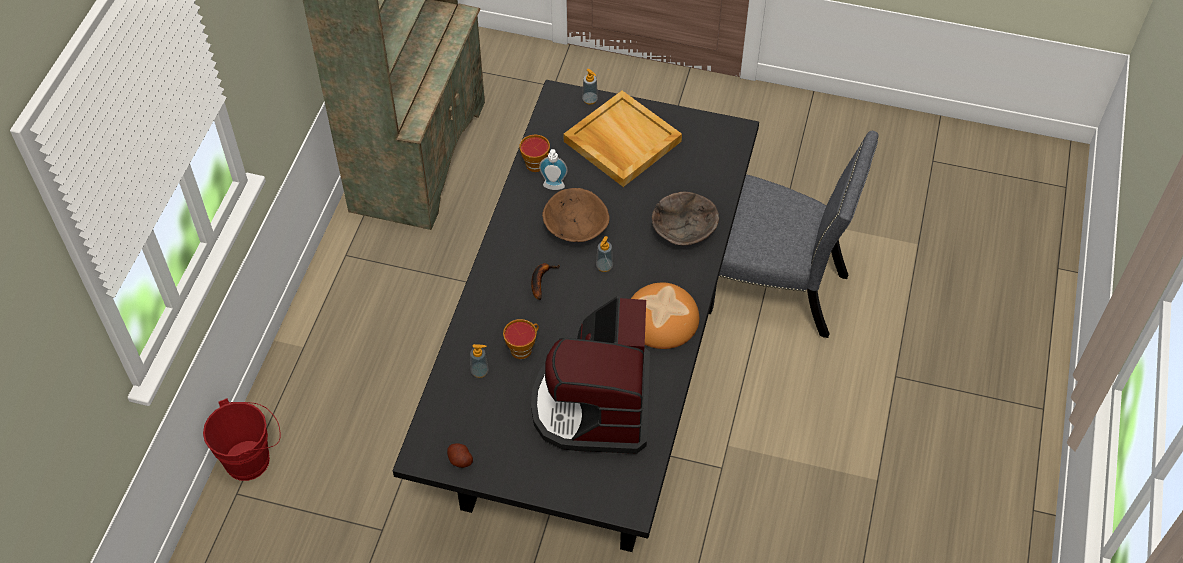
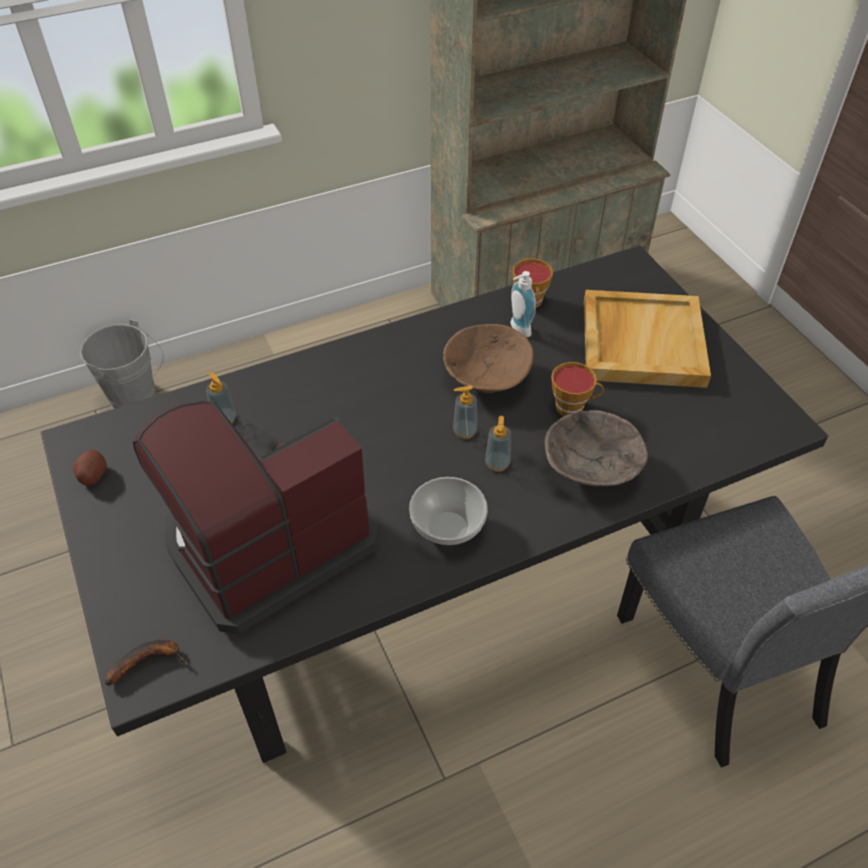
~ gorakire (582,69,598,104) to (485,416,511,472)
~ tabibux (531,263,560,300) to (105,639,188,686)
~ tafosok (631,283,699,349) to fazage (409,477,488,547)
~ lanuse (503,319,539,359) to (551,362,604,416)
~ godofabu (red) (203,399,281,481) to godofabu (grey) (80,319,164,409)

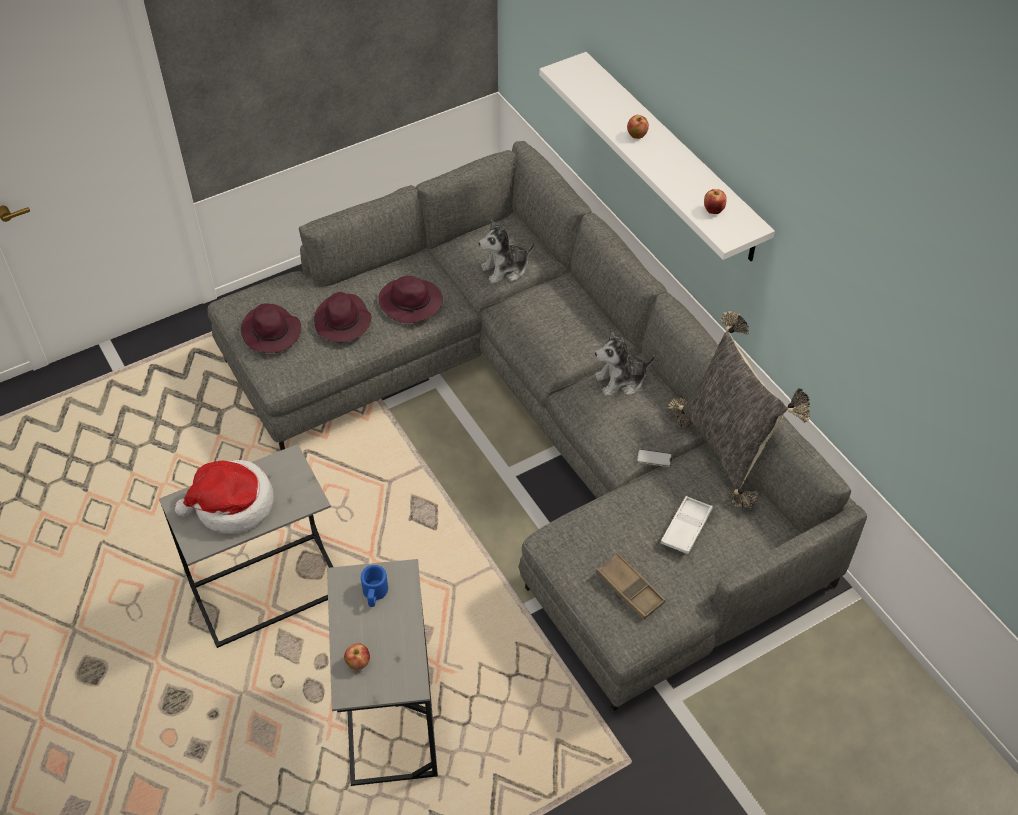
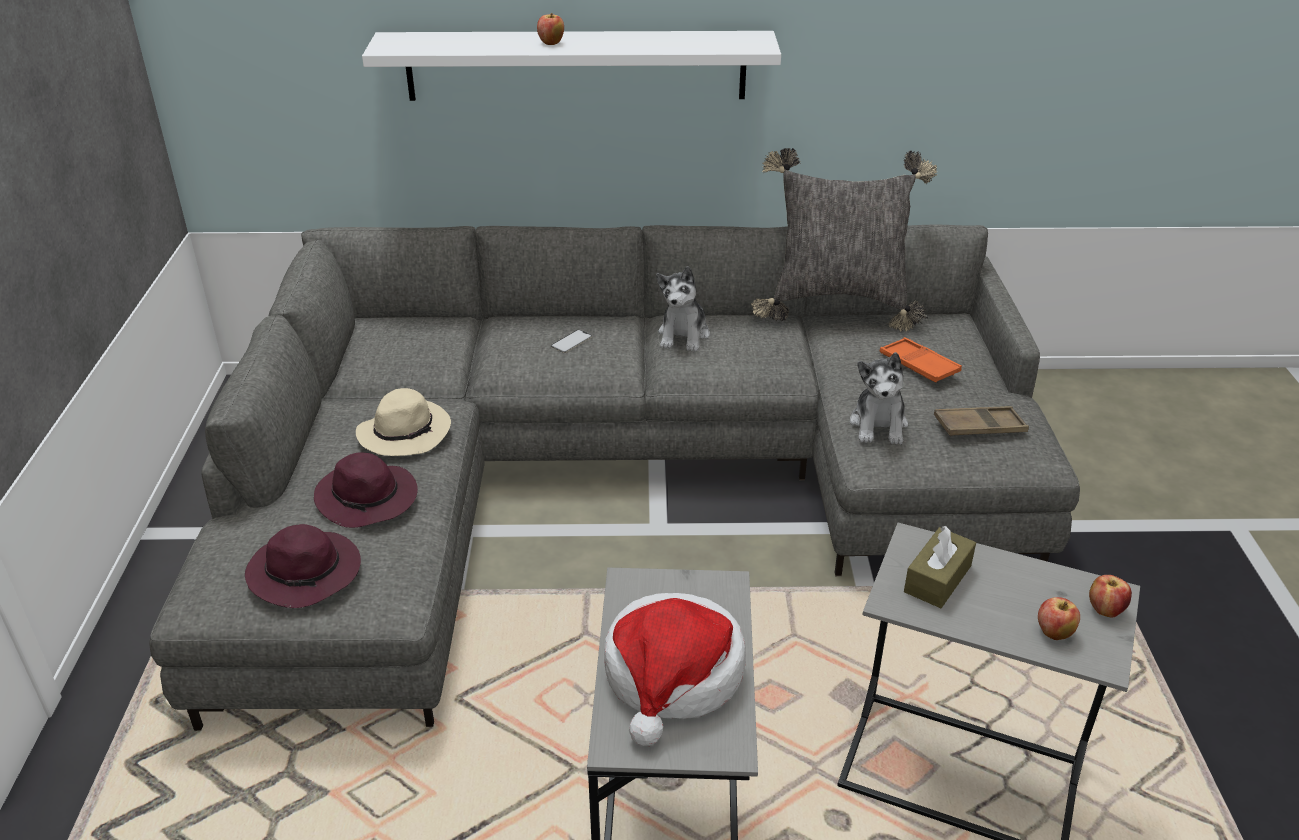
~ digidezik (704,189,727,214) to (1089,575,1132,618)
~ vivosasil (479,220,535,284) to (850,352,908,445)
~ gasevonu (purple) (378,276,442,323) to gasevonu (beige) (356,388,451,456)
~ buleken (636,449,672,467) to (551,329,593,353)
~ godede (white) (661,496,713,554) to godede (orange) (880,337,962,382)
~ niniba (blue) (361,565,388,607) to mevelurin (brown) (904,526,976,608)

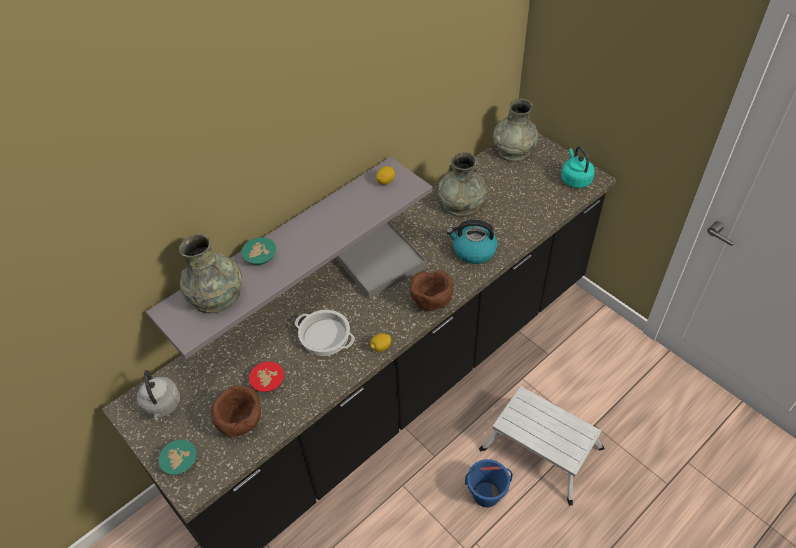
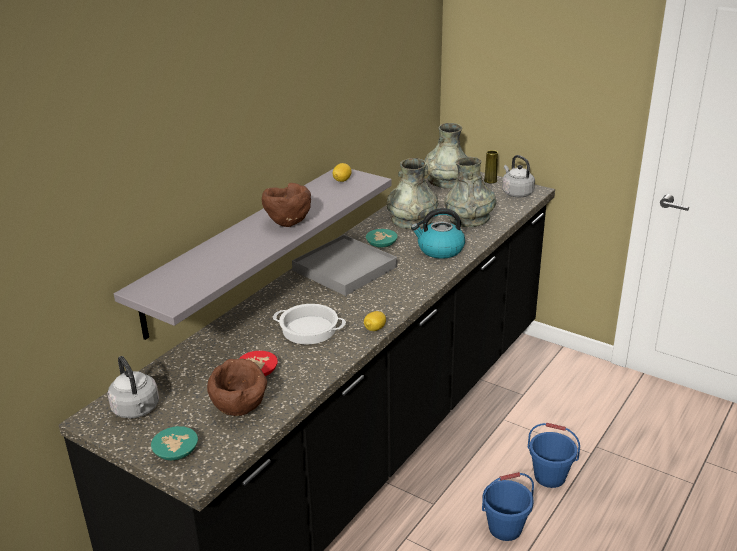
~ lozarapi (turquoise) (561,146,595,188) to lozarapi (grey) (502,155,535,197)
~ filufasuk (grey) (179,234,242,313) to (444,157,496,227)
~ fazage (turquoise) (241,237,276,265) to (366,229,398,248)
~ fazage (brown) (410,270,454,311) to (262,183,311,227)
~ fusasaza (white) (479,386,605,506) to godofabu (blue) (528,423,580,488)
+ filufasuk (yellow) (484,150,498,183)

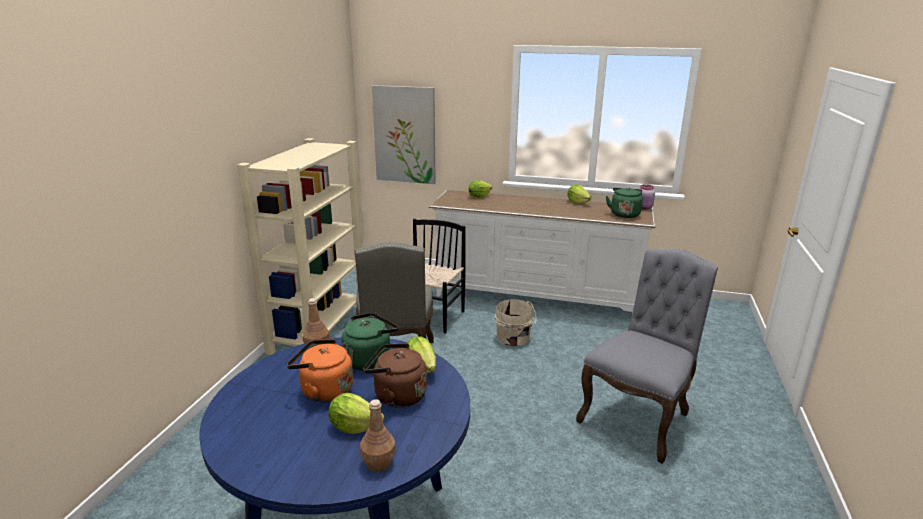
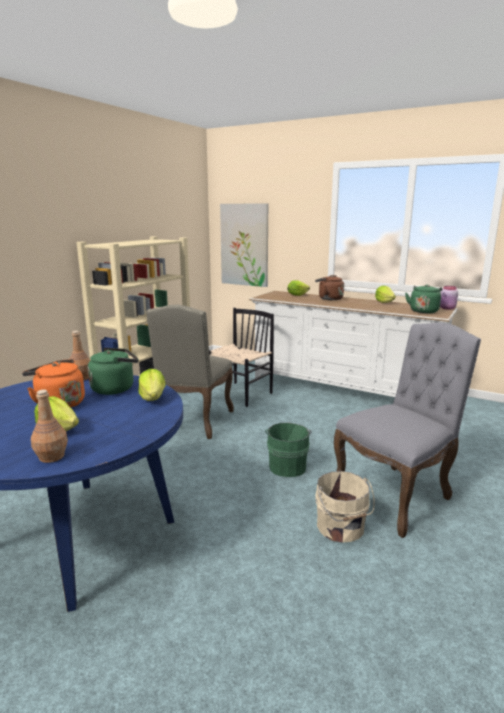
~ godofabu (beige) (495,299,536,346) to (315,471,375,543)
~ lozarapi (brown) (363,343,427,408) to (315,275,344,300)
+ godofabu (green) (265,423,312,477)

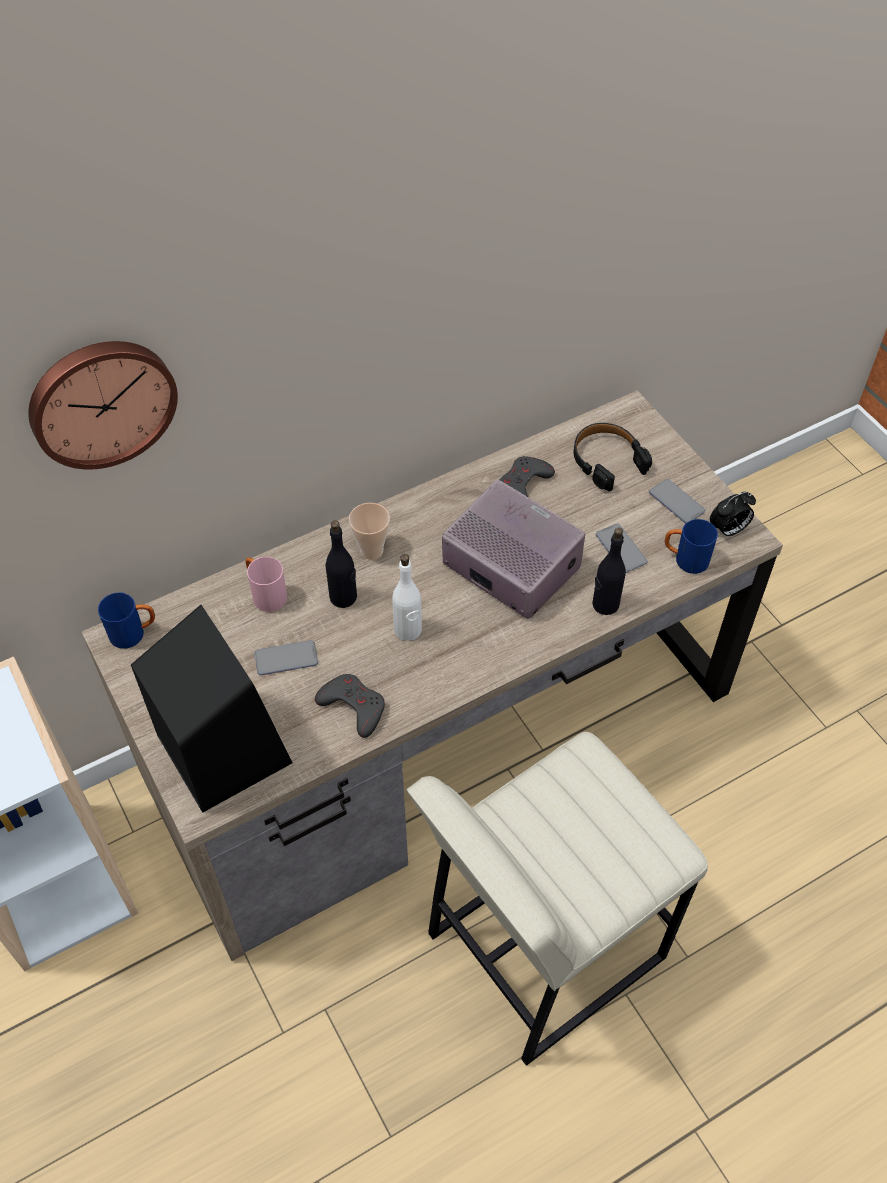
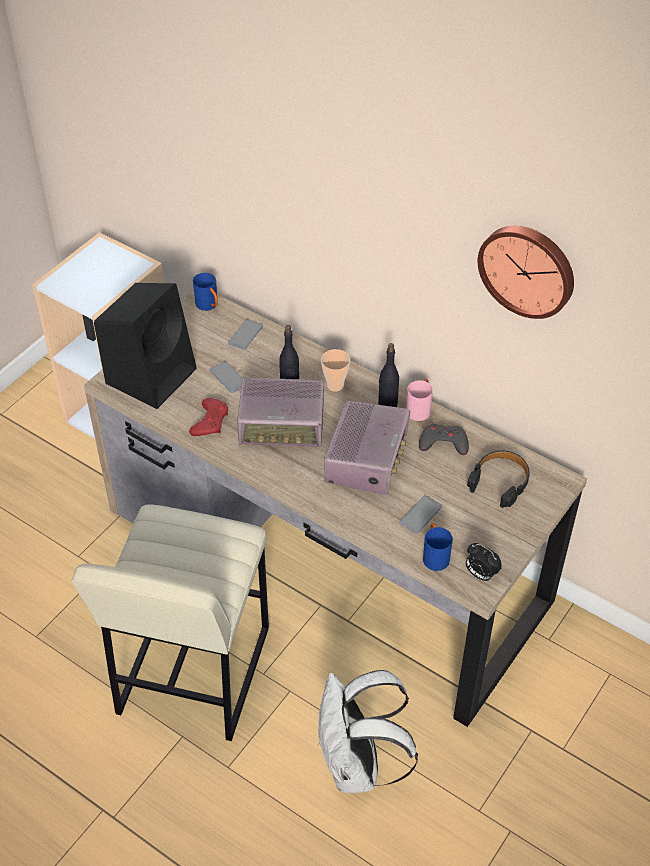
~ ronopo (28,341,178,470) to (478,226,574,319)
~ buleken (649,479,705,523) to (228,319,263,350)
~ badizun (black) (592,528,626,615) to (378,343,399,407)
~ badizun (white) (392,554,422,641) to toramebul (237,378,324,448)
~ niniba (pink) (246,557,287,612) to (406,379,433,421)
~ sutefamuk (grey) (315,674,385,738) to sutefamuk (red) (189,398,228,436)
~ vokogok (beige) (406,732,708,1066) = (71,504,269,741) 105 degrees counterclockwise
+ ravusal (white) (318,670,418,793)

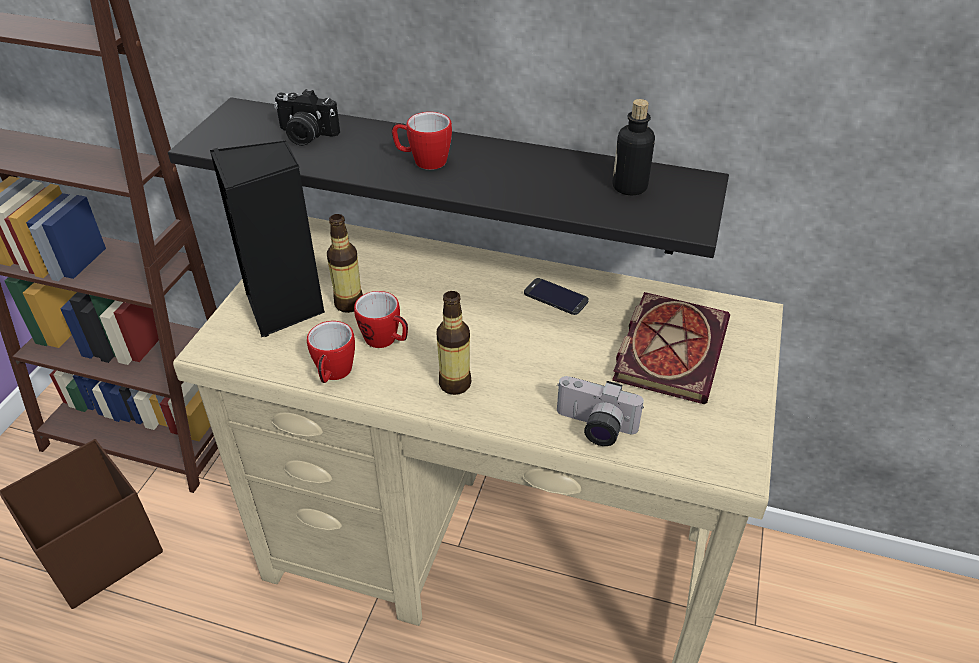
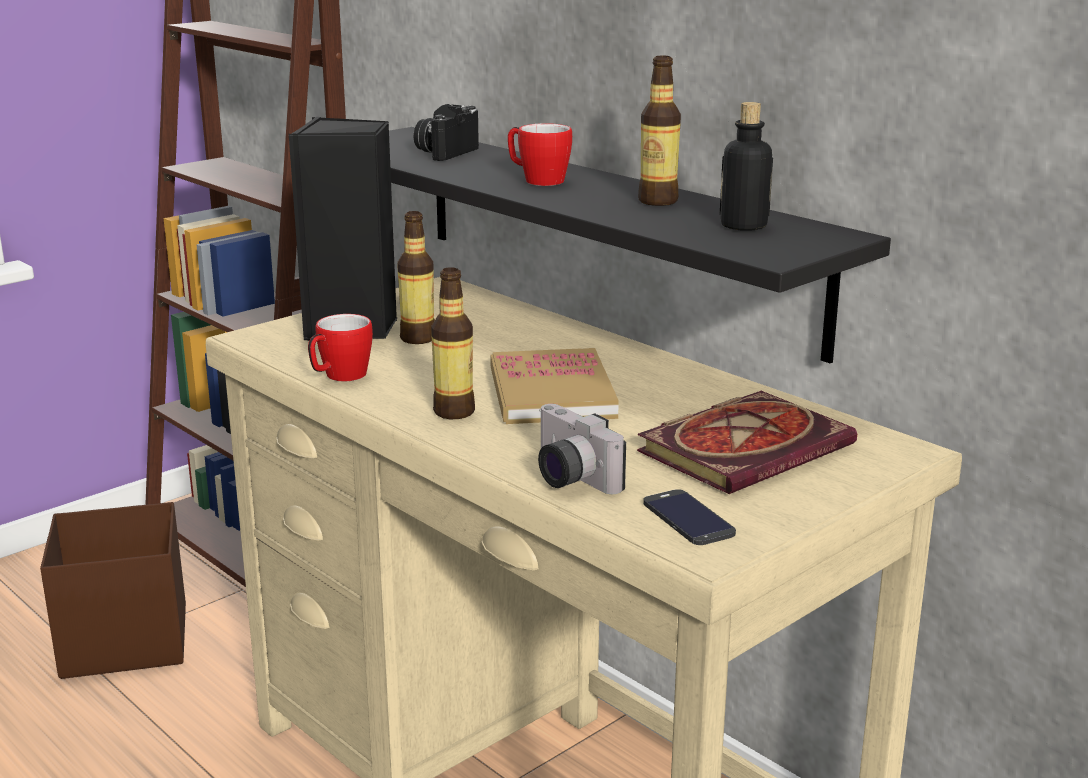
~ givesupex (274,89,340,146) = (414,104,479,161) 75 degrees clockwise
~ buleken (524,278,589,315) to (643,489,736,545)
- niniba (354,291,408,348)
+ badizun (638,56,681,206)
+ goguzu (490,348,619,424)

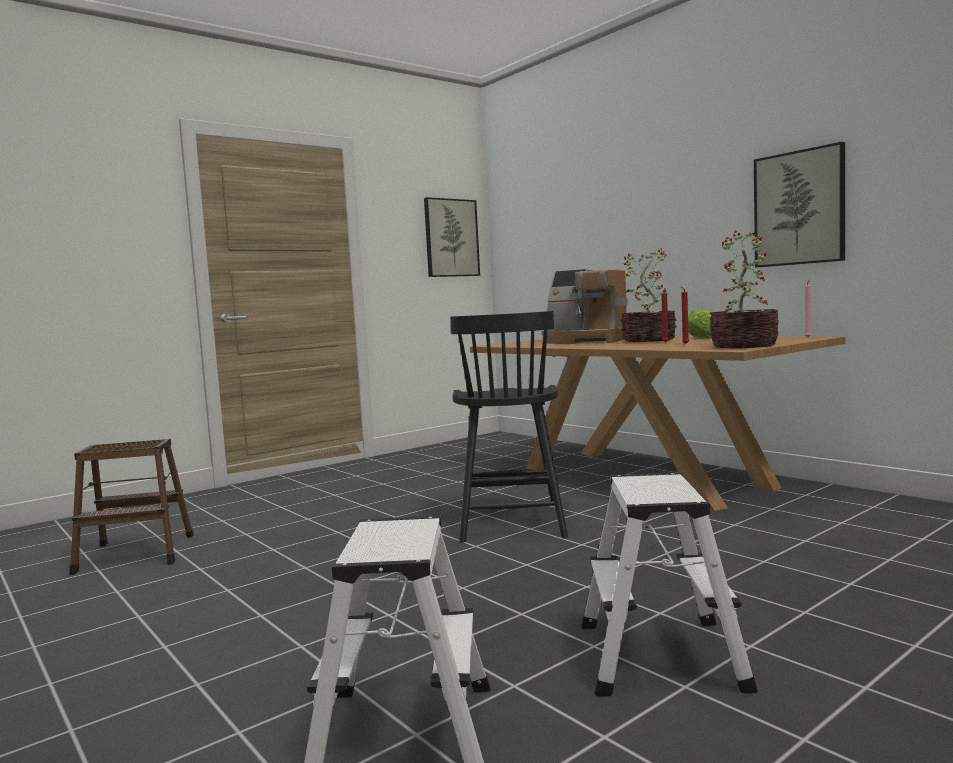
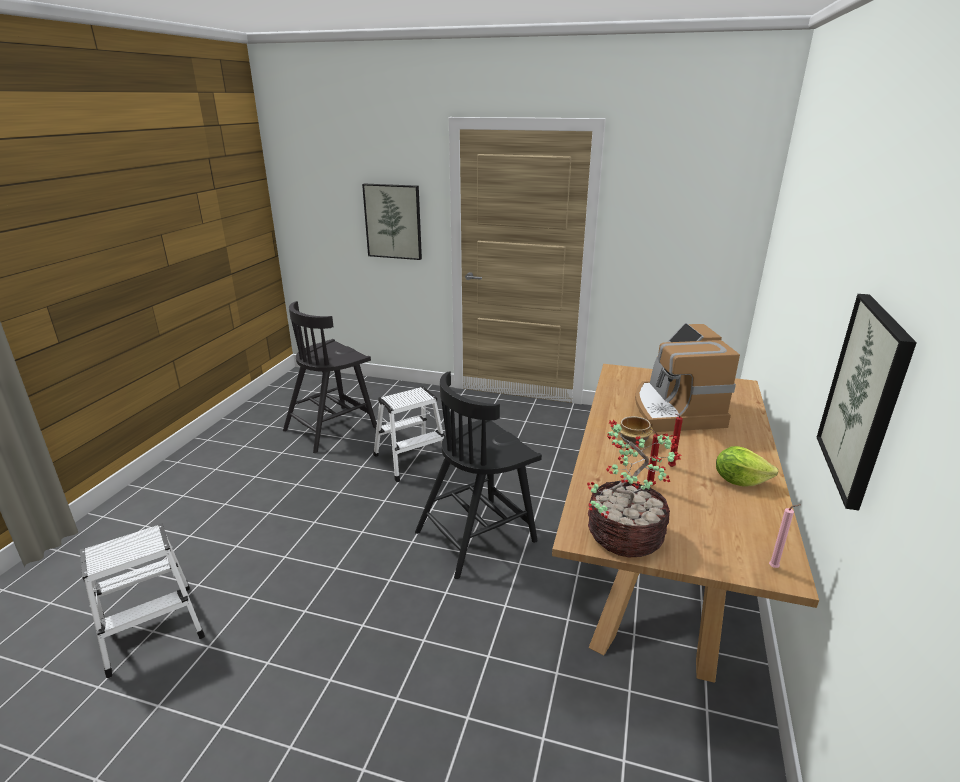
~ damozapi (424,197,480,277) to (362,183,422,260)
- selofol (621,248,677,342)
~ fusasaza (brown) (69,438,194,575) to vokogok (black) (283,301,377,453)
~ fusasaza (white) (581,472,758,697) to (373,387,445,482)
+ fazage (619,416,653,445)

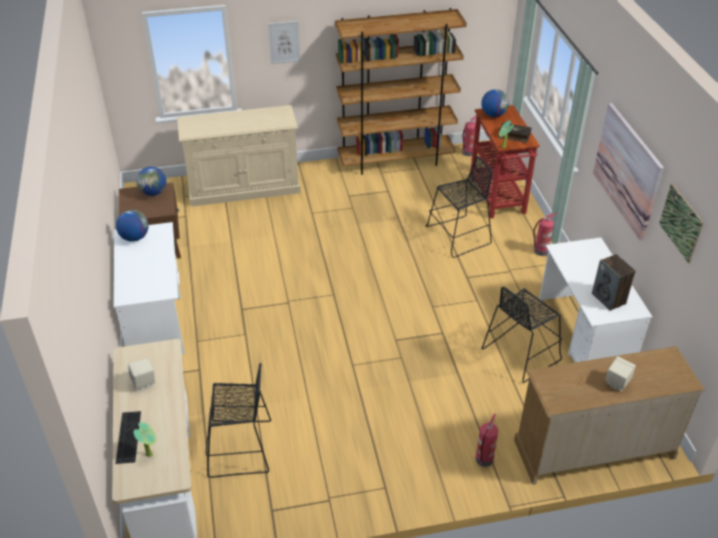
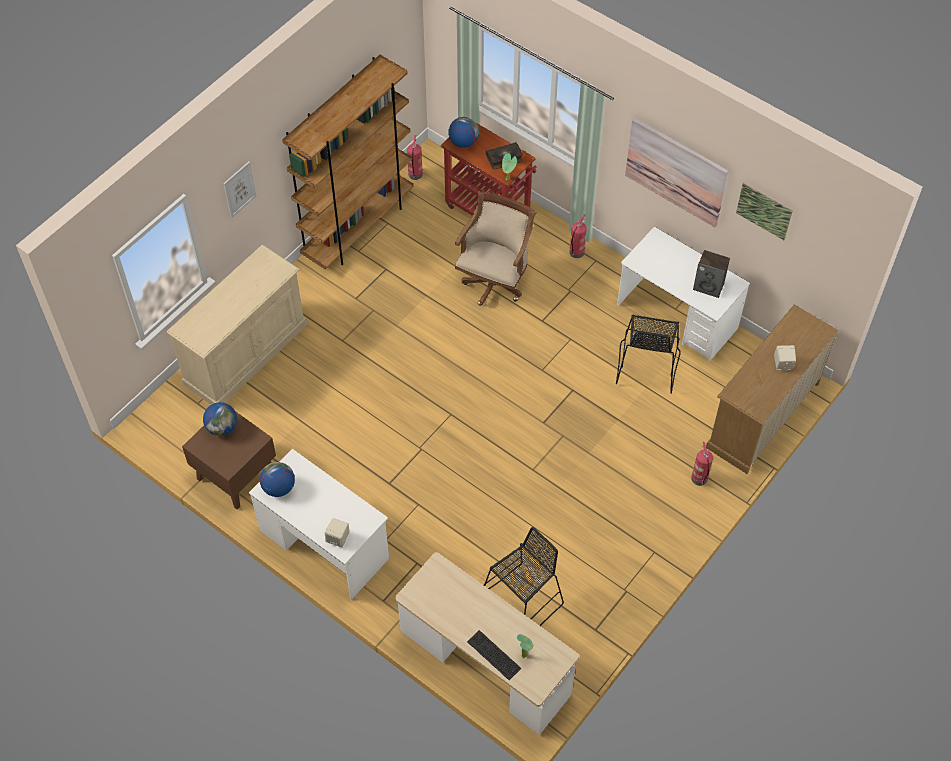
~ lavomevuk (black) (426,156,493,258) to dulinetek (455,192,537,306)
~ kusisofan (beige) (128,358,155,391) to (325,518,349,547)

